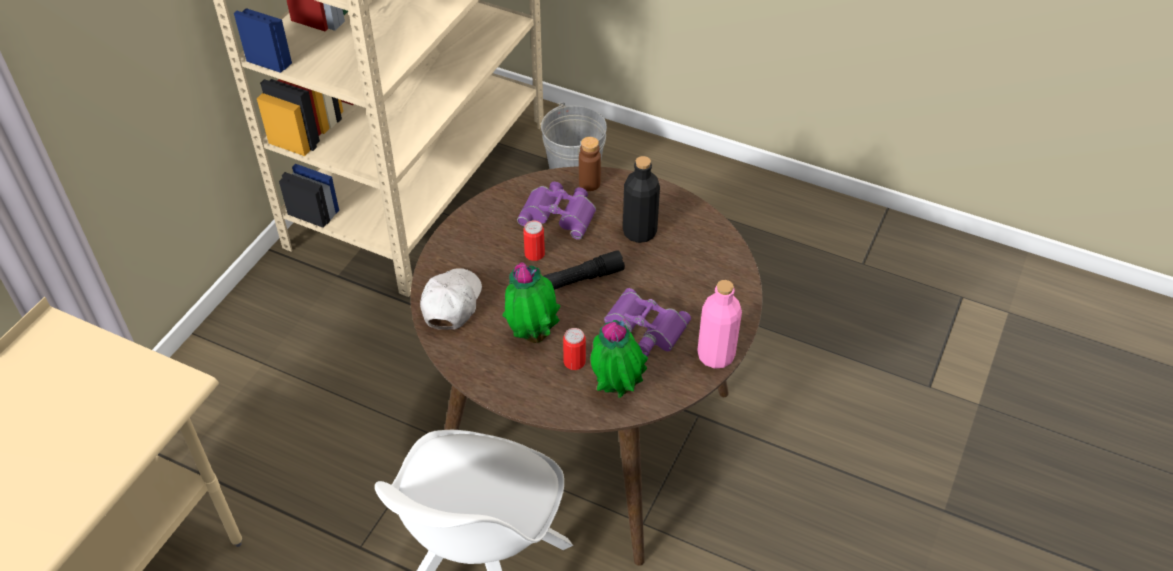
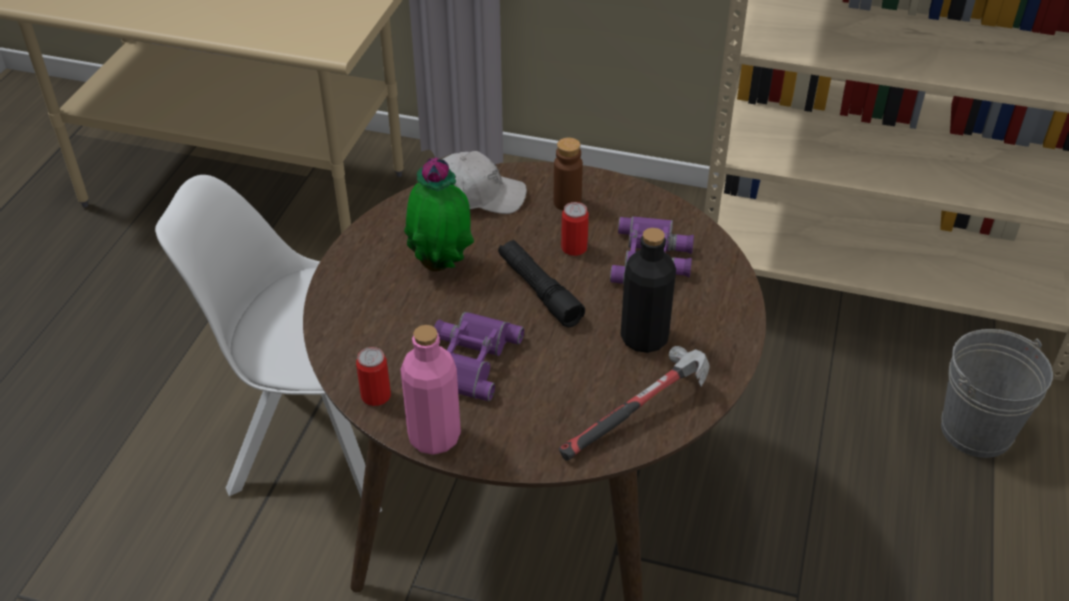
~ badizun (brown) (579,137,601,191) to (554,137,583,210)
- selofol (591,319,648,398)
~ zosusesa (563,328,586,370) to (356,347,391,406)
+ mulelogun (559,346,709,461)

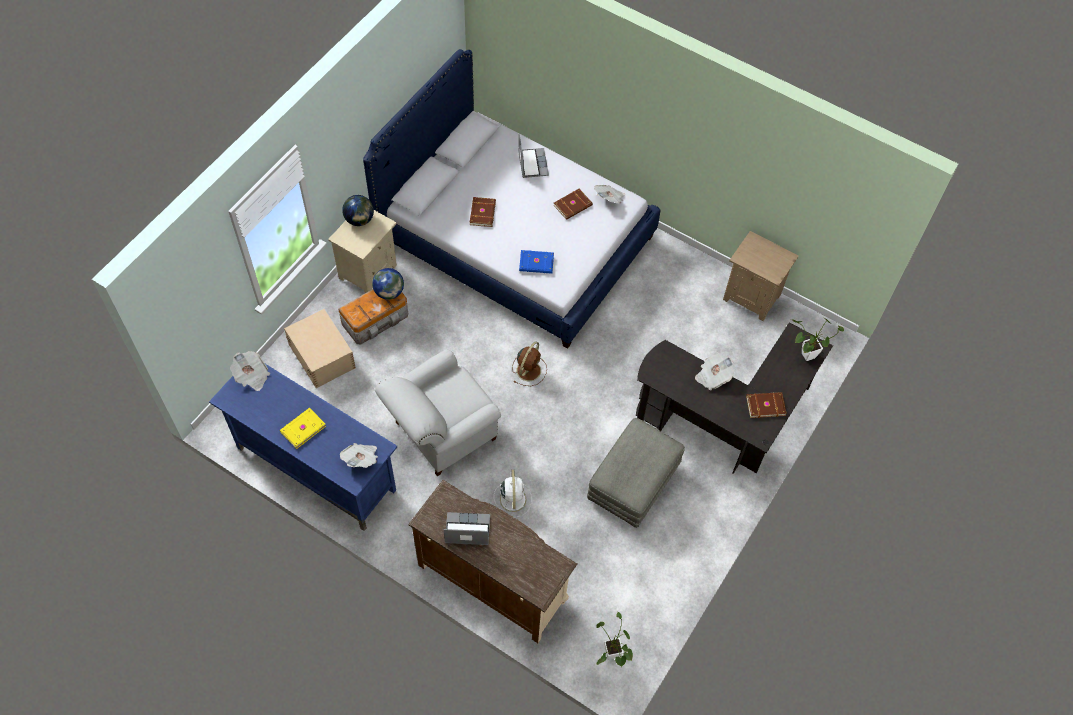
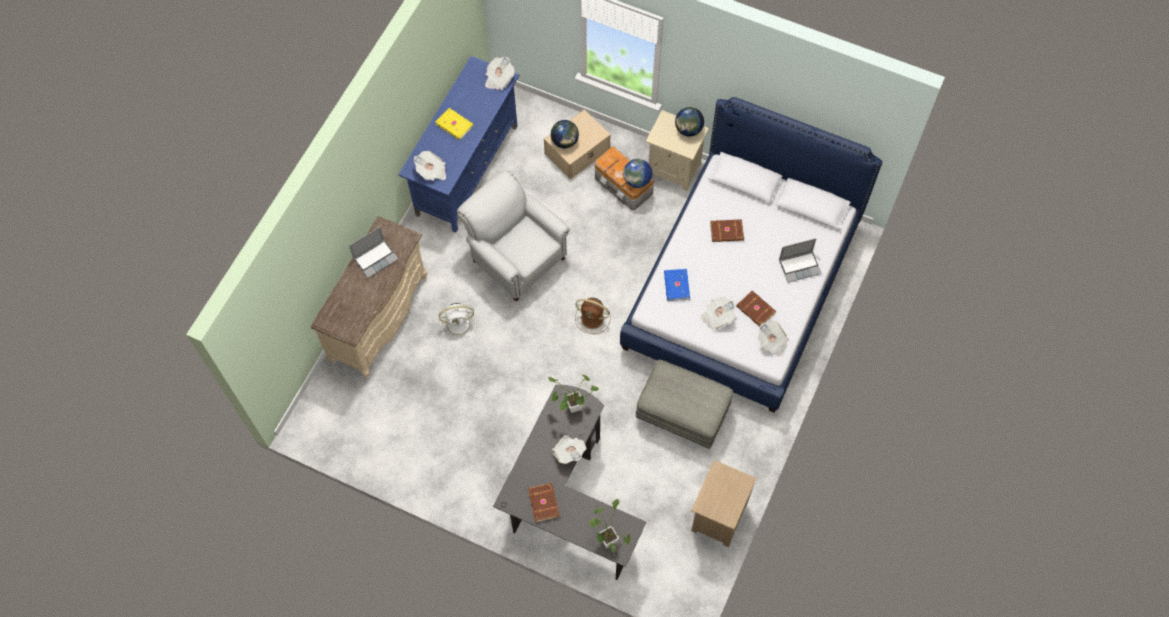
~ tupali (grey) (587,418,685,528) to (636,359,733,449)
~ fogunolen (444,512,490,545) = (349,227,399,278) 60 degrees clockwise
~ selofol (596,612,633,667) to (547,375,599,413)
+ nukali (551,120,579,148)
+ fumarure (700,296,736,330)

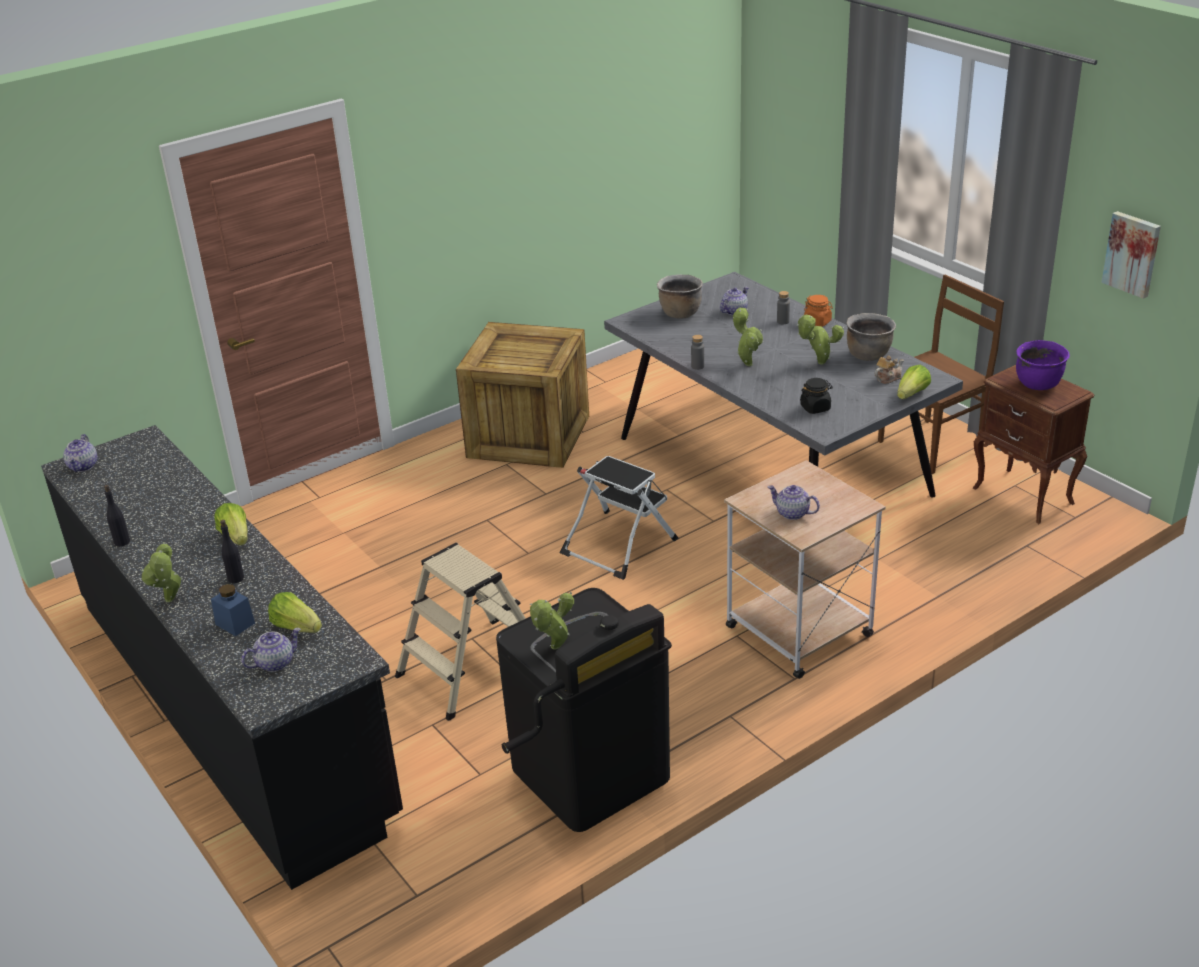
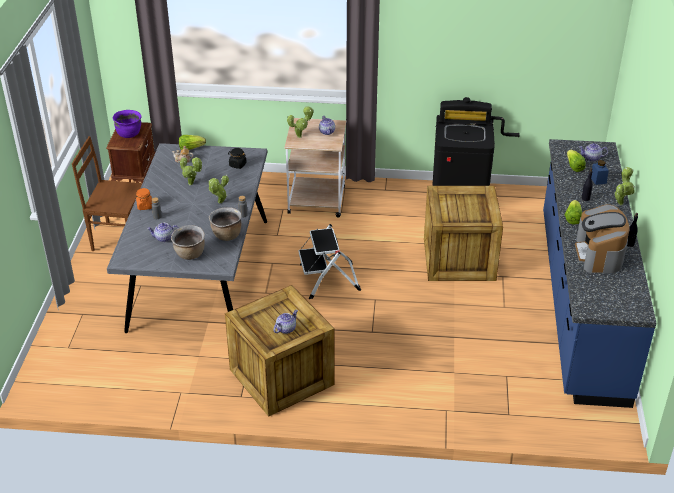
- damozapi (1101,211,1161,299)
~ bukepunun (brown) (847,313,896,361) to (209,207,242,241)
~ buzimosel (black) (41,425,403,890) to buzimosel (blue) (543,139,657,408)
~ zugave (63,434,97,472) to (273,310,298,334)
~ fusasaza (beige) (395,542,526,721) to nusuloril (424,186,503,281)
~ selofol (530,592,574,650) to (287,107,314,138)
+ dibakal (575,204,630,273)

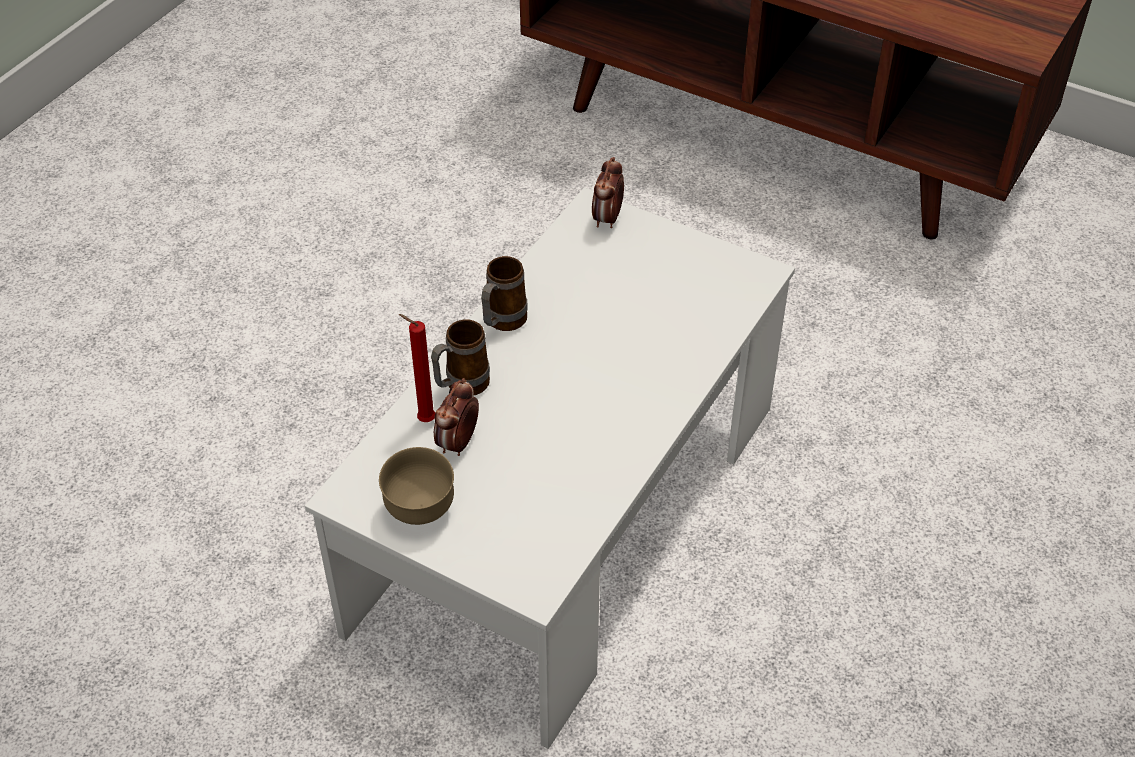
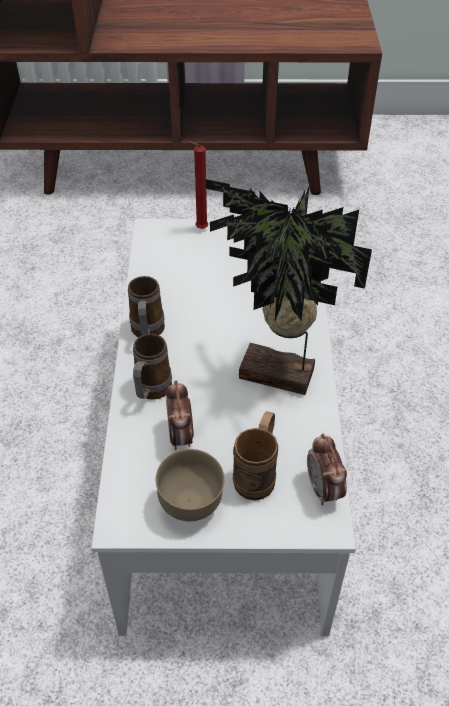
~ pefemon (592,157,624,228) to (307,434,347,506)
~ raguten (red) (399,314,435,422) to (189,141,208,229)
+ selofol (206,179,372,395)
+ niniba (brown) (233,411,278,500)

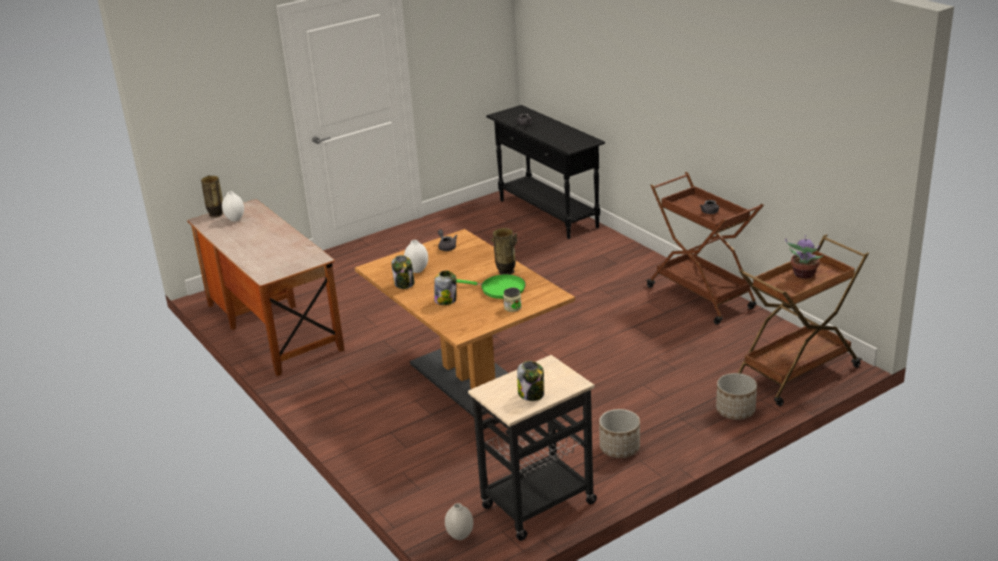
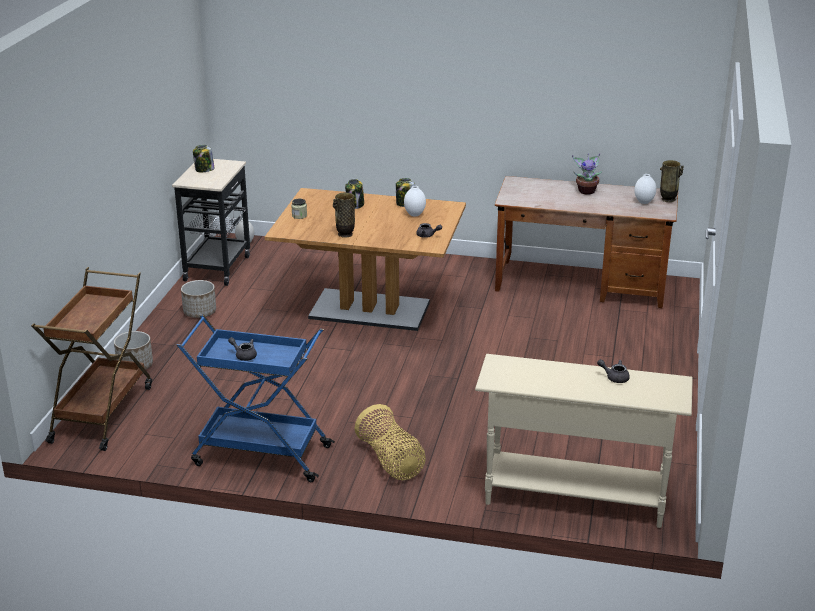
~ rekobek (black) (486,105,605,239) to rekobek (beige) (475,354,693,528)
~ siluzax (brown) (645,172,764,325) to siluzax (blue) (176,314,335,482)
~ selofol (785,235,823,279) to (572,153,603,195)
- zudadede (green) (456,274,526,299)
+ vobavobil (354,404,426,480)

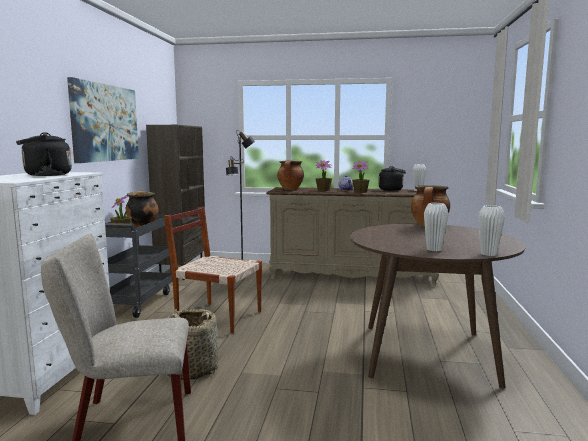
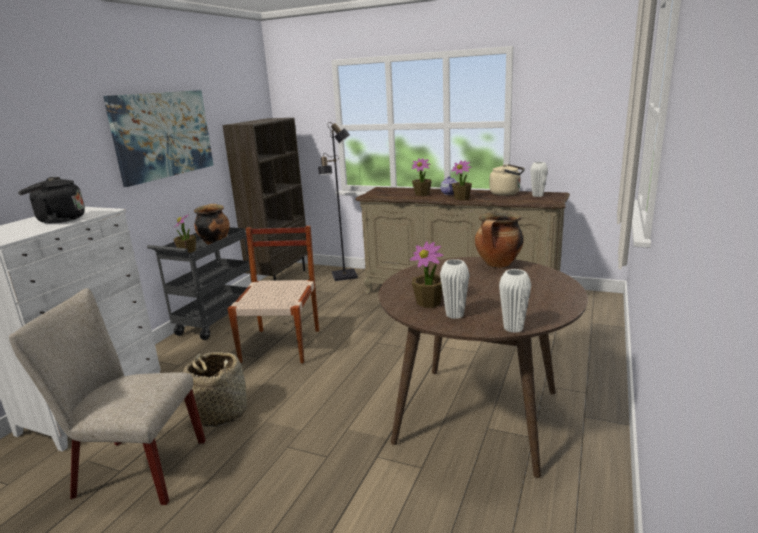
- bukepunun (277,161,304,190)
~ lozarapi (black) (379,166,406,191) to lozarapi (beige) (489,164,525,196)
~ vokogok (164,207,262,334) = (228,226,319,363) 60 degrees clockwise
+ selofol (410,241,443,308)

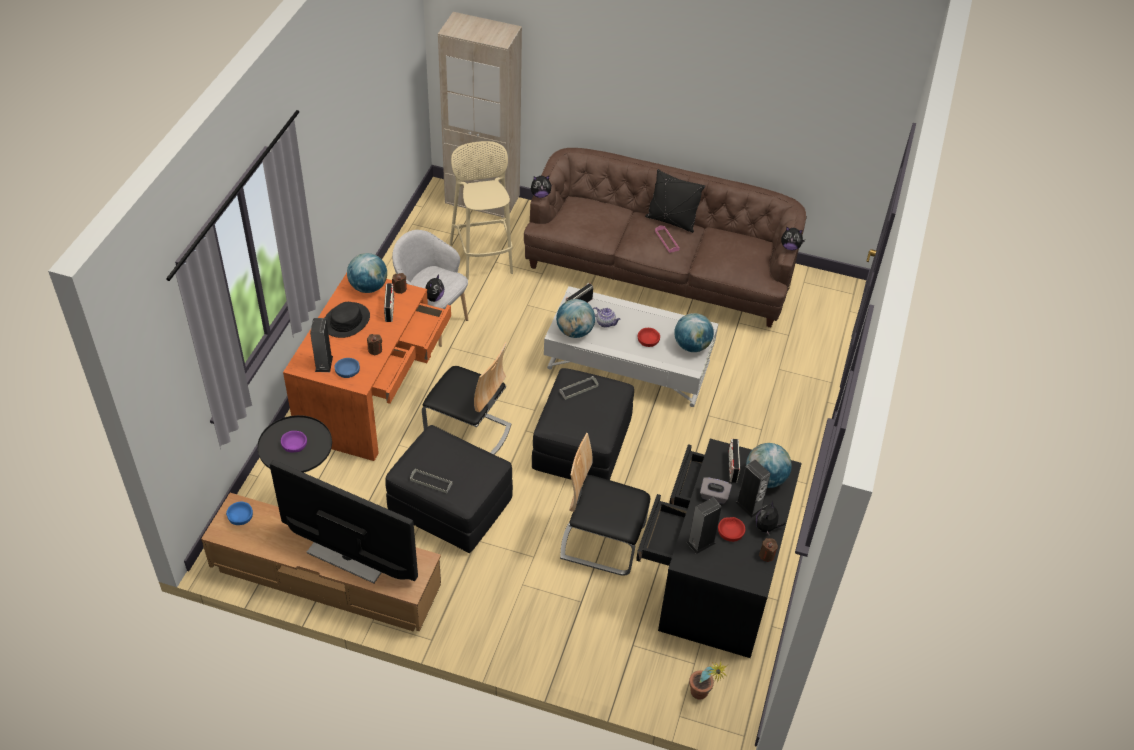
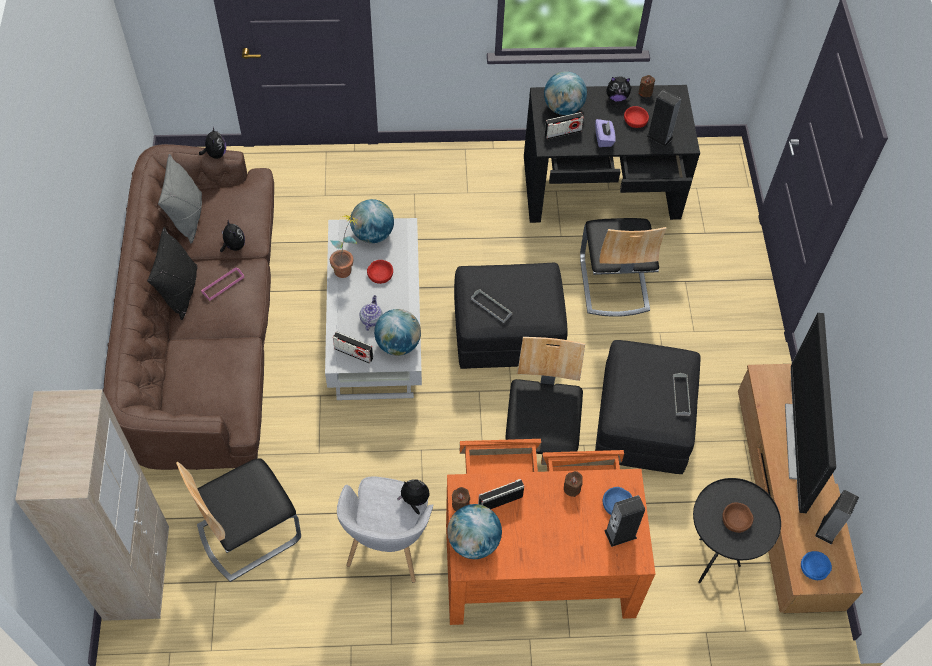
~ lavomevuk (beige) (449,141,513,280) to vokogok (176,459,301,582)
~ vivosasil (531,176,552,198) to (220,220,245,252)
- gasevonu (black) (325,302,370,338)
~ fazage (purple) (281,431,307,453) to fazage (brown) (722,503,754,533)
~ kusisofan (735,460,771,518) to (815,490,859,545)
~ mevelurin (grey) (700,478,732,504) to mevelurin (purple) (595,119,616,147)
~ selofol (689,662,727,700) to (330,213,359,278)
+ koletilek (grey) (158,154,202,244)

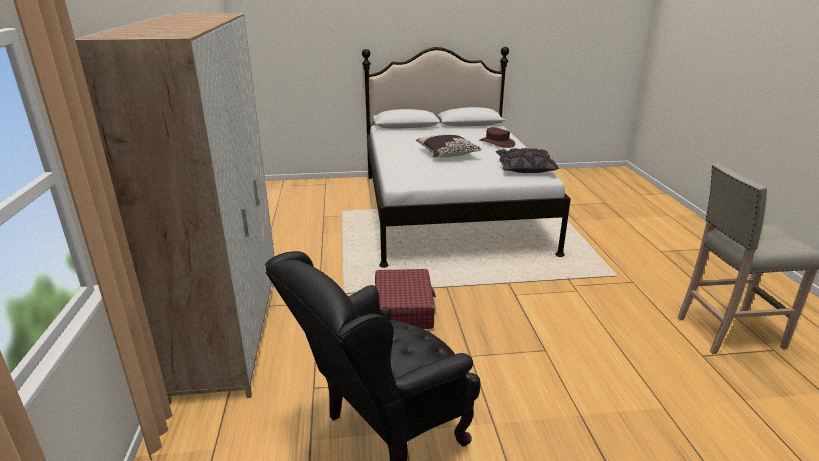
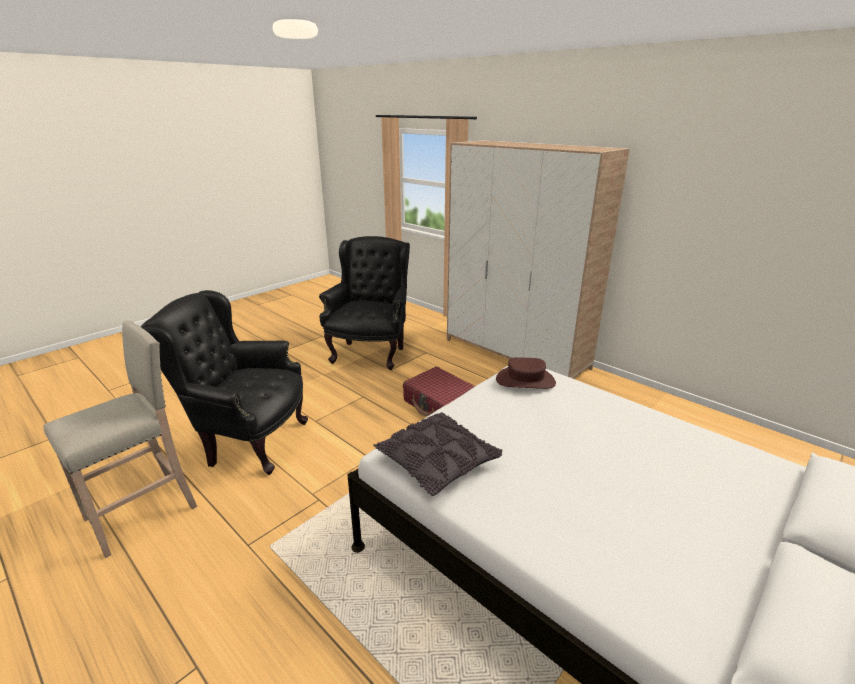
~ gasevonu (brown) (479,127,515,148) to (496,357,556,389)
- koletilek (416,135,482,158)
+ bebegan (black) (141,290,308,475)

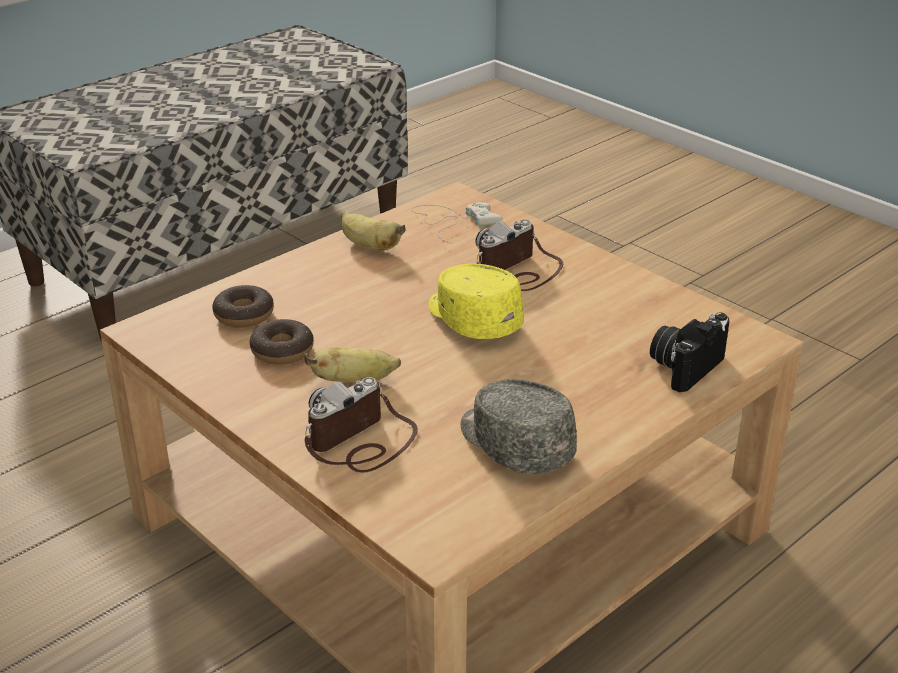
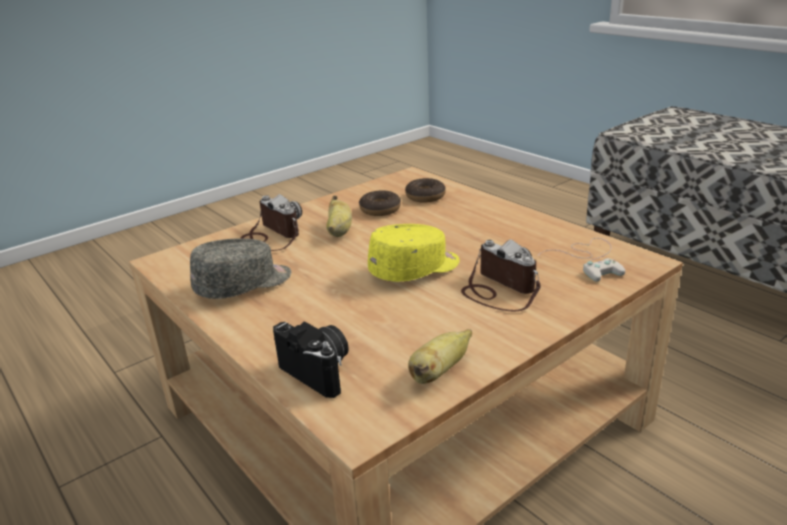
~ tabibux (341,211,406,250) to (408,329,472,384)

